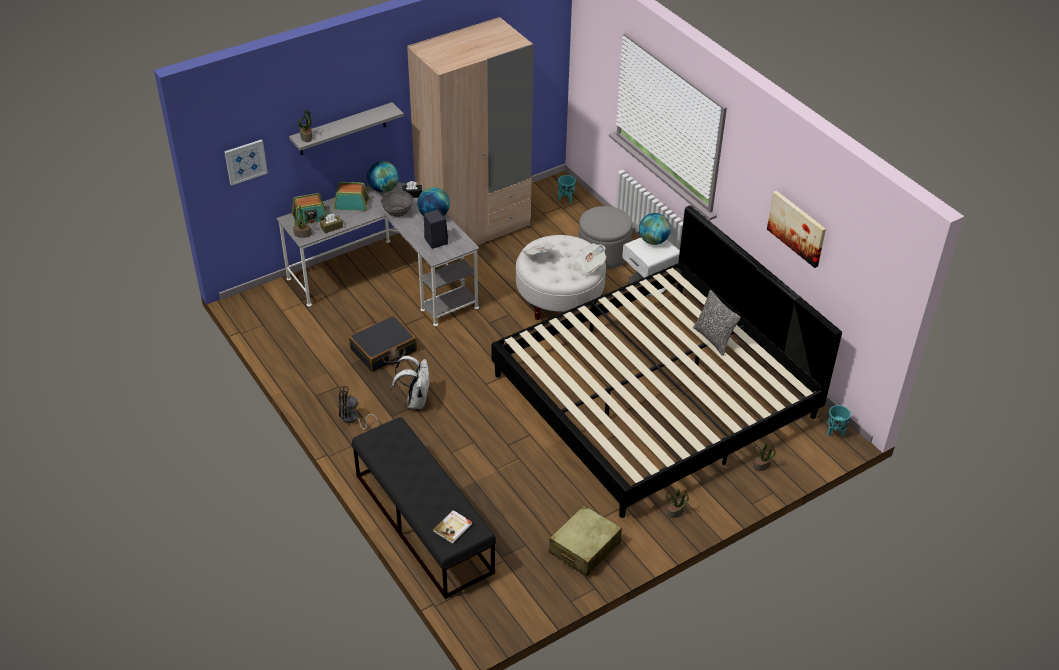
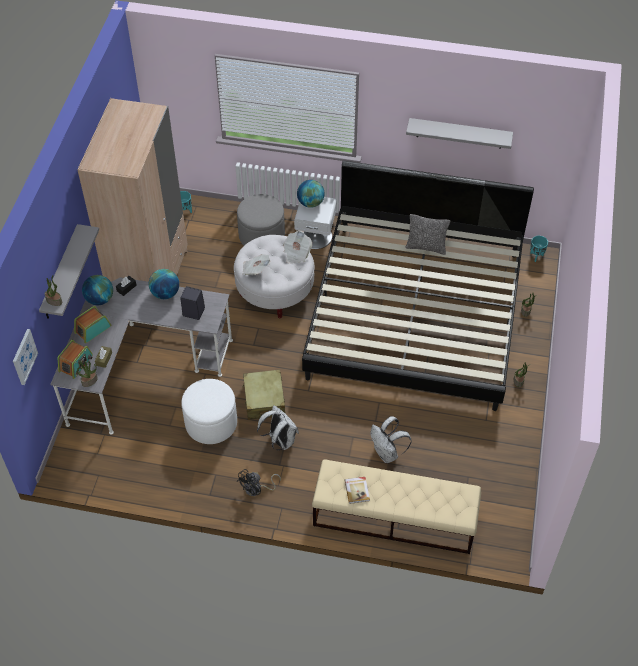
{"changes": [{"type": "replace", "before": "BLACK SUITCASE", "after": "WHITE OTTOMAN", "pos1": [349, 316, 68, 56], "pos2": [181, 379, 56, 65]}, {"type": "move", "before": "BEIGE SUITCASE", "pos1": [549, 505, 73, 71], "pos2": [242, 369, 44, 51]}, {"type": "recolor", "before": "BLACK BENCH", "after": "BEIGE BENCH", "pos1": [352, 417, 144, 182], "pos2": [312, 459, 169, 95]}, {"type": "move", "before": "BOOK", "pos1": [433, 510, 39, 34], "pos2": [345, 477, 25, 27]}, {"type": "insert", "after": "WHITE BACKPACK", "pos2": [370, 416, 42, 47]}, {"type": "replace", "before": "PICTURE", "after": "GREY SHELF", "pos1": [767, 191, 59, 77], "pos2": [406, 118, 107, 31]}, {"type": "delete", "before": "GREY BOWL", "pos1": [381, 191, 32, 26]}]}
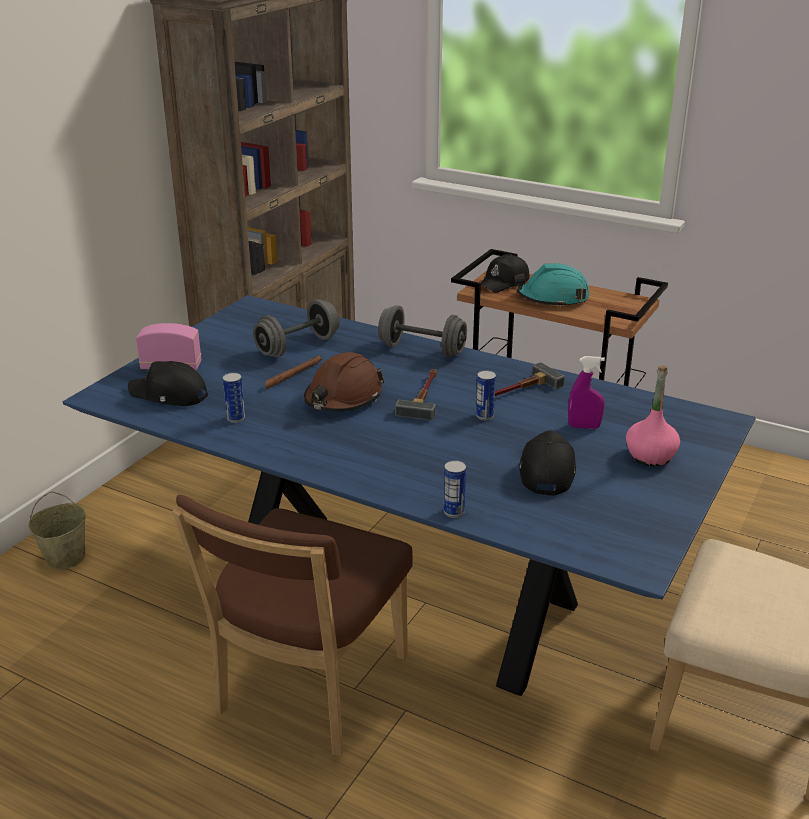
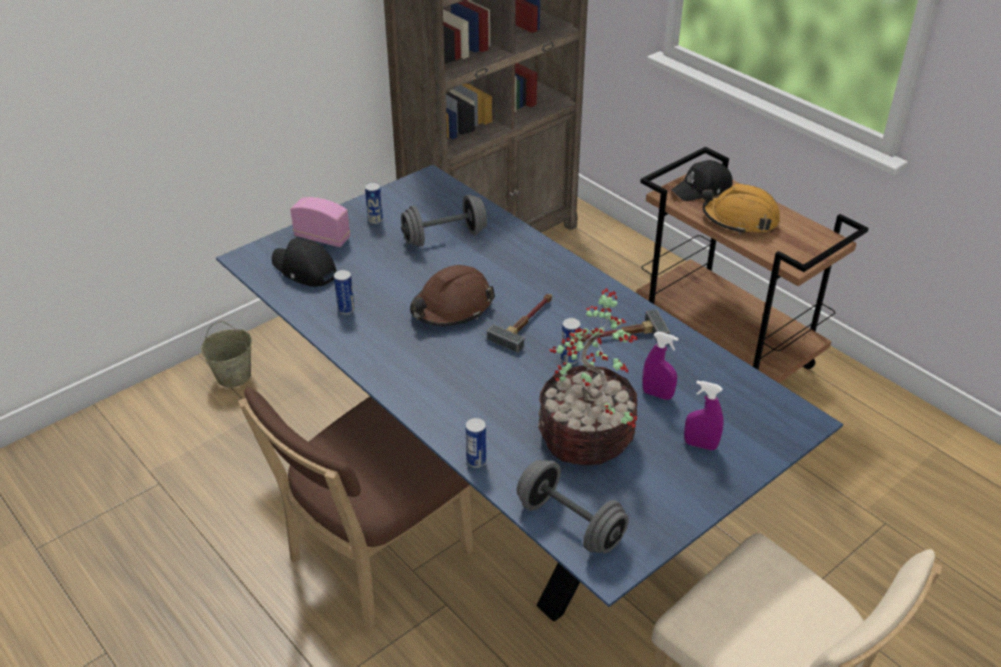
{"changes": [{"type": "insert", "after": "CAN", "pos2": [365, 182, 18, 42]}, {"type": "move", "before": "GREY DUMBBELL", "pos1": [378, 305, 89, 52], "pos2": [517, 460, 112, 94]}, {"type": "replace", "before": "BLACK CAP", "after": "POTTED PLANT", "pos1": [519, 430, 57, 66], "pos2": [538, 288, 100, 177]}, {"type": "replace", "before": "PINK BOTTLE", "after": "PURPLE SPRAY BOTTLE", "pos1": [626, 366, 54, 100], "pos2": [684, 380, 40, 70]}, {"type": "recolor", "before": "TURQUOISE HARD HAT", "after": "ORANGE HARD HAT", "pos1": [515, 263, 74, 45], "pos2": [702, 183, 78, 51]}, {"type": "delete", "before": "BROWN FLASHLIGHT", "pos1": [265, 355, 57, 35]}]}
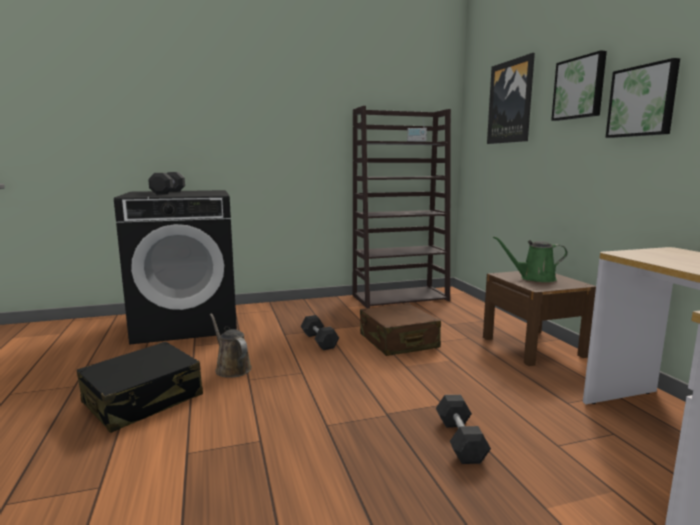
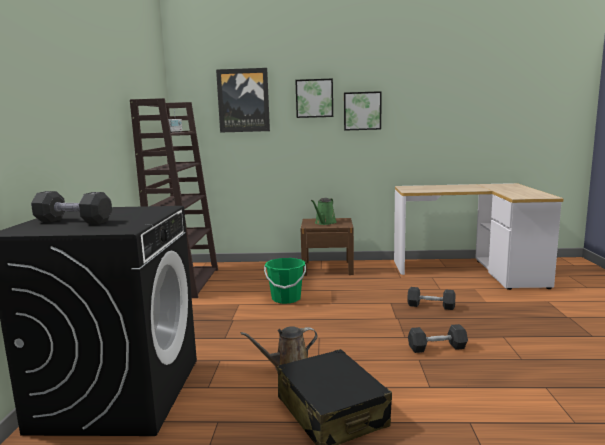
{"changes": [{"type": "replace", "before": "BROWN SUITCASE", "after": "GREEN BUCKET", "pos1": [360, 303, 81, 53], "pos2": [264, 258, 42, 46]}, {"type": "move", "before": "GREY DUMBBELL", "pos1": [301, 315, 38, 35], "pos2": [408, 324, 60, 29]}]}
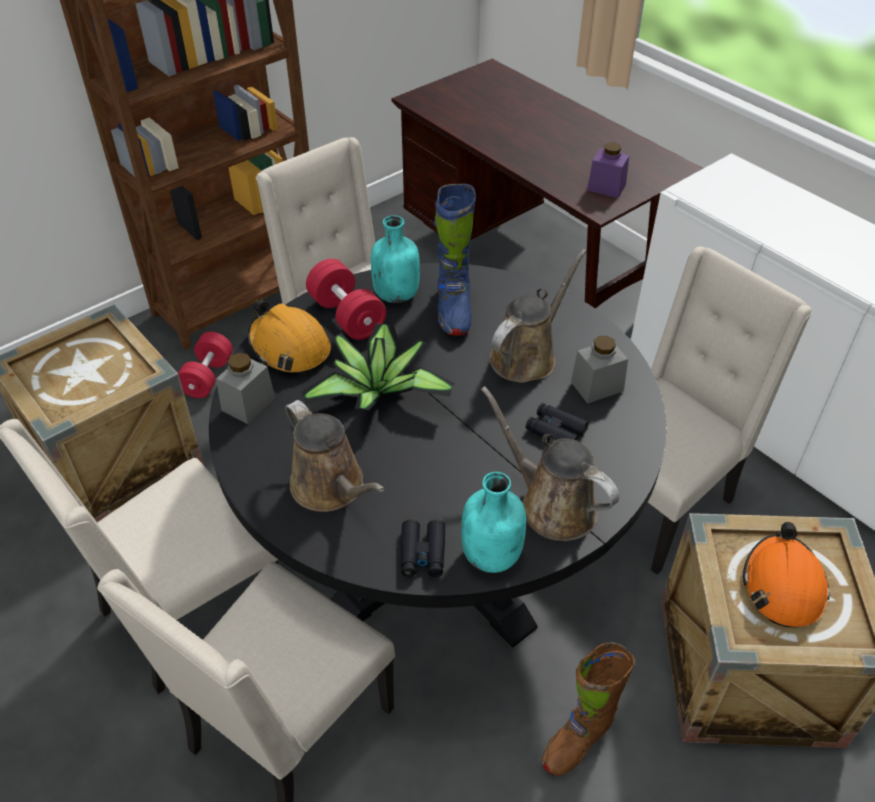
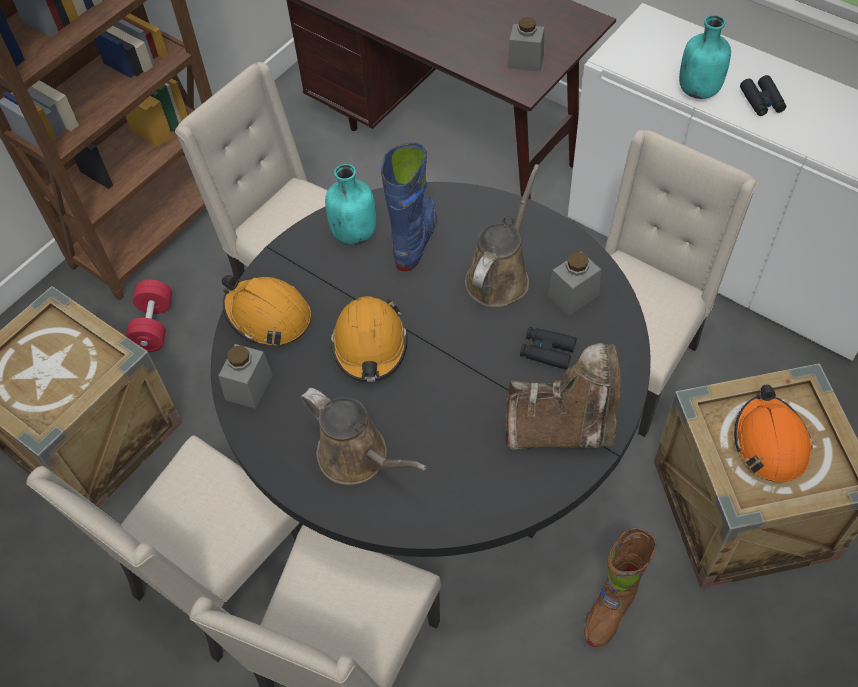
{"changes": [{"type": "replace", "before": "POTTED PLANT", "after": "ORANGE HARD HAT", "pos1": [301, 323, 154, 88], "pos2": [330, 296, 78, 86]}, {"type": "rotate", "before": "BLUE BOOT", "pos1": [434, 184, 42, 152], "pos2": [381, 142, 56, 129], "turn": -150}, {"type": "replace", "before": "BROWN WATERING CAN", "after": "BROWN BOOT", "pos1": [481, 386, 138, 155], "pos2": [506, 343, 114, 107]}, {"type": "recolor", "before": "PURPLE JAR", "after": "GREY JAR", "pos1": [587, 142, 42, 56], "pos2": [507, 17, 37, 55]}, {"type": "move", "before": "TURQUOISE BOTTLE", "pos1": [461, 472, 65, 101], "pos2": [679, 15, 52, 84]}, {"type": "move", "before": "BLACK BINOCULARS", "pos1": [401, 520, 44, 57], "pos2": [740, 75, 46, 41]}, {"type": "delete", "before": "RED DUMBBELL", "pos1": [306, 259, 80, 81]}]}
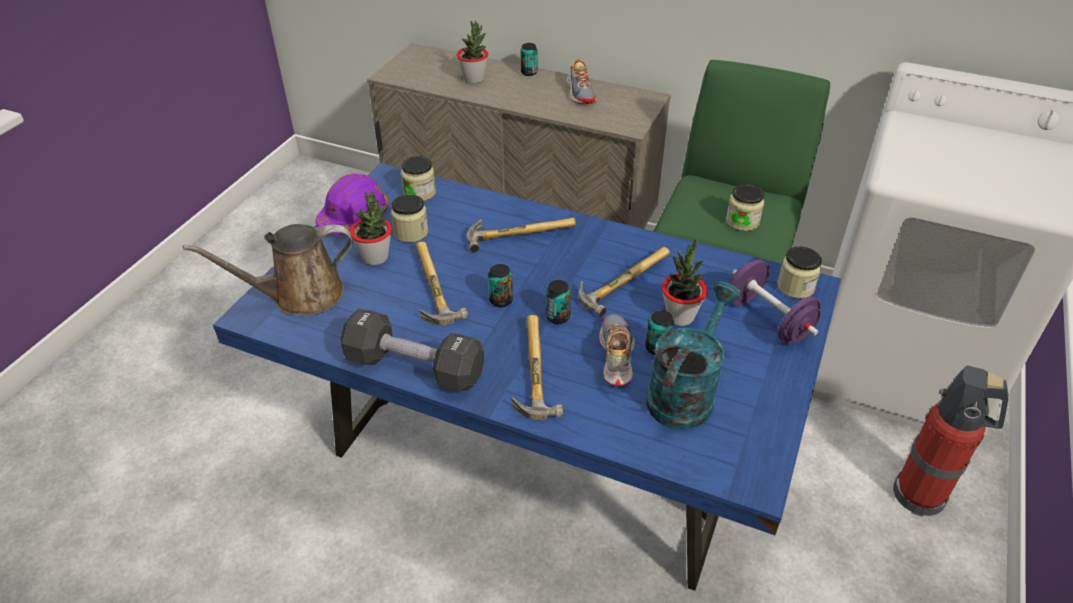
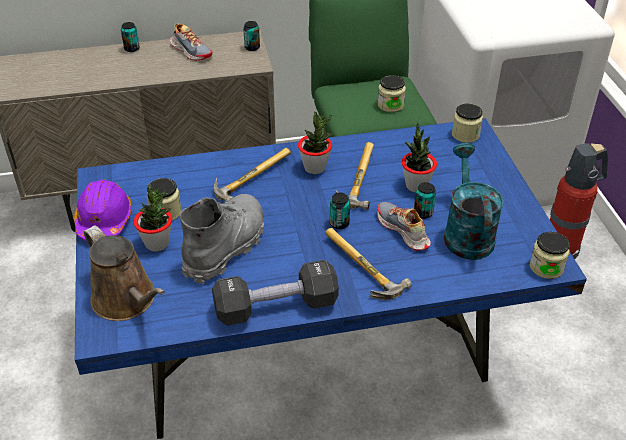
{"changes": [{"type": "rotate", "before": "BROWN WATERING CAN", "pos1": [183, 224, 170, 91], "pos2": [84, 225, 81, 96], "turn": -75}, {"type": "replace", "before": "HAMMER", "after": "GREY BOOT", "pos1": [416, 241, 52, 84], "pos2": [180, 194, 84, 90]}, {"type": "move", "before": "CAN", "pos1": [488, 264, 25, 43], "pos2": [243, 21, 17, 30]}, {"type": "move", "before": "POTTED PLANT", "pos1": [457, 21, 31, 62], "pos2": [298, 111, 35, 63]}, {"type": "move", "before": "JAR", "pos1": [401, 156, 35, 45], "pos2": [530, 232, 40, 47]}, {"type": "delete", "before": "PURPLE DUMBBELL", "pos1": [730, 259, 91, 85]}]}
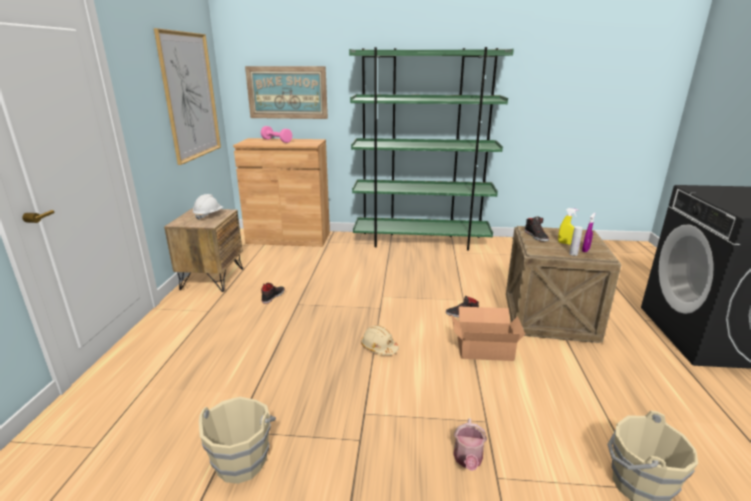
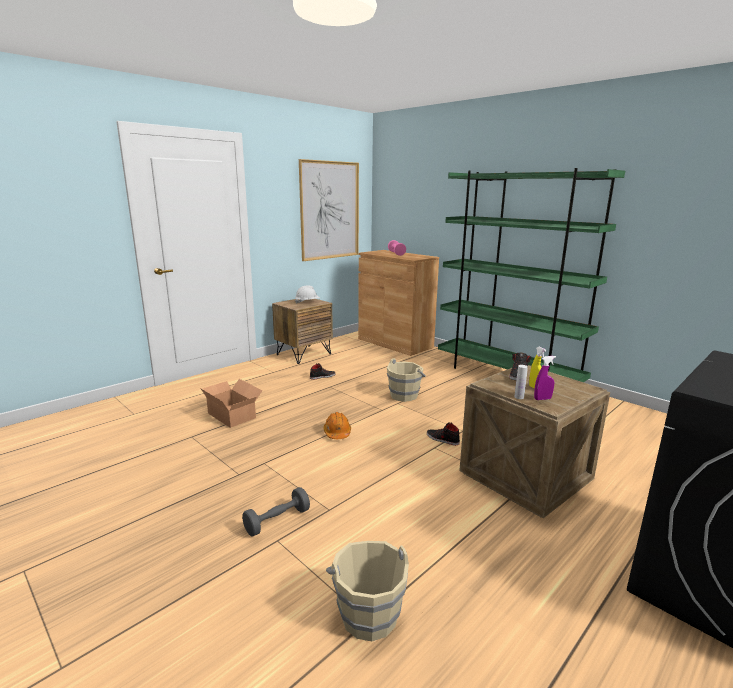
{"changes": [{"type": "move", "before": "CARDBOARD BOX", "pos1": [451, 307, 74, 54], "pos2": [200, 379, 63, 49]}, {"type": "replace", "before": "WATERING CAN", "after": "GREY DUMBBELL", "pos1": [453, 419, 34, 52], "pos2": [242, 487, 68, 49]}, {"type": "recolor", "before": "BEIGE HARD HAT", "after": "ORANGE HARD HAT", "pos1": [361, 325, 38, 30], "pos2": [324, 412, 27, 27]}, {"type": "move", "before": "BEIGE BUCKET", "pos1": [199, 397, 77, 87], "pos2": [387, 358, 39, 44]}, {"type": "delete", "before": "PICTURE", "pos1": [245, 66, 83, 53]}]}
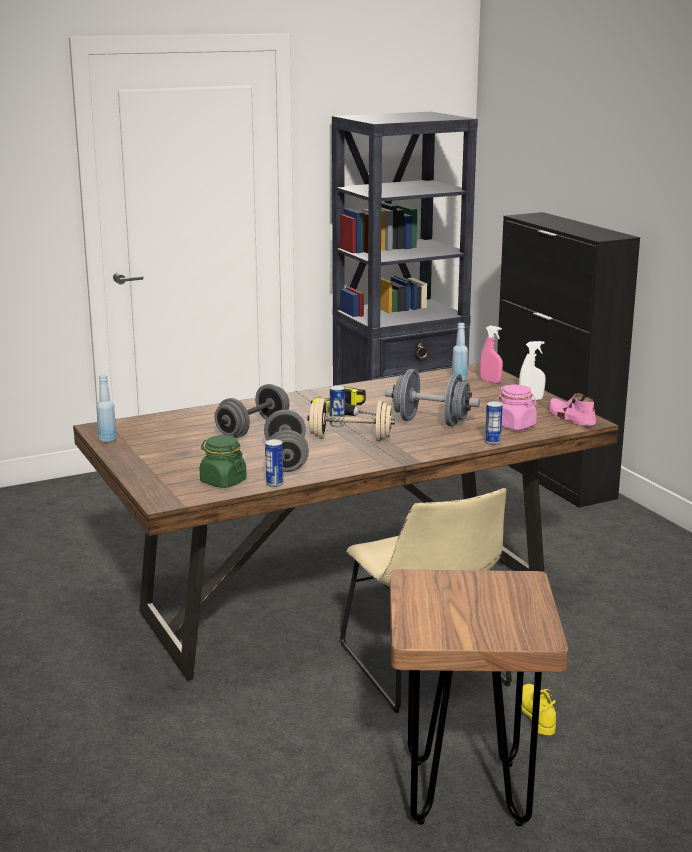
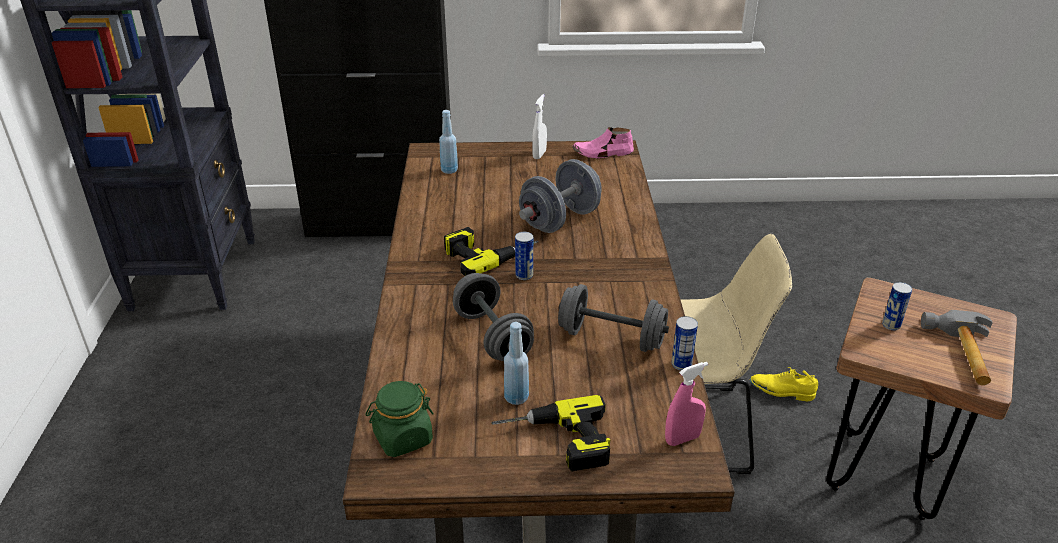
{"changes": [{"type": "move", "before": "GREEN JAR", "pos1": [200, 435, 47, 53], "pos2": [365, 381, 68, 76]}, {"type": "insert", "after": "POWER DRILL", "pos2": [491, 395, 119, 77]}, {"type": "move", "before": "BLUE BOTTLE", "pos1": [96, 375, 21, 67], "pos2": [504, 322, 25, 83]}, {"type": "move", "before": "PINK SPRAY BOTTLE", "pos1": [480, 325, 23, 58], "pos2": [665, 362, 43, 84]}, {"type": "move", "before": "CAN", "pos1": [485, 401, 18, 44], "pos2": [882, 282, 30, 48]}, {"type": "insert", "after": "HAMMER", "pos2": [921, 310, 72, 75]}, {"type": "delete", "before": "BEIGE DUMBBELL", "pos1": [307, 398, 88, 44]}, {"type": "delete", "before": "PINK JAR", "pos1": [499, 385, 38, 45]}]}
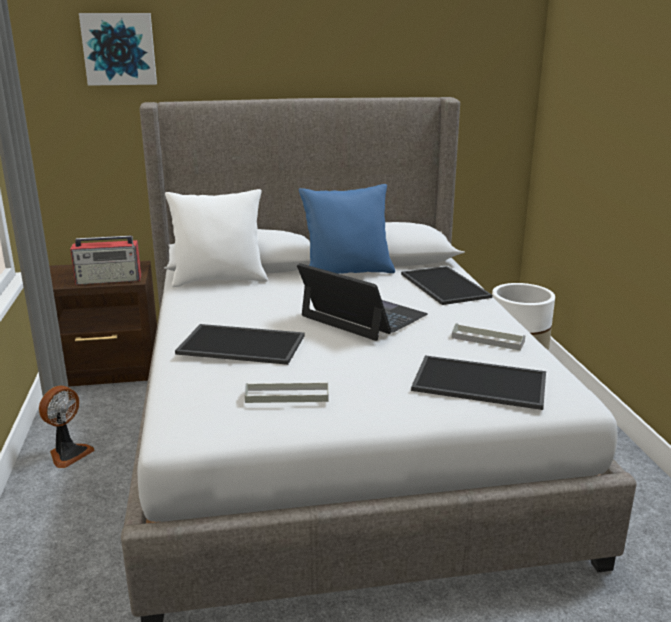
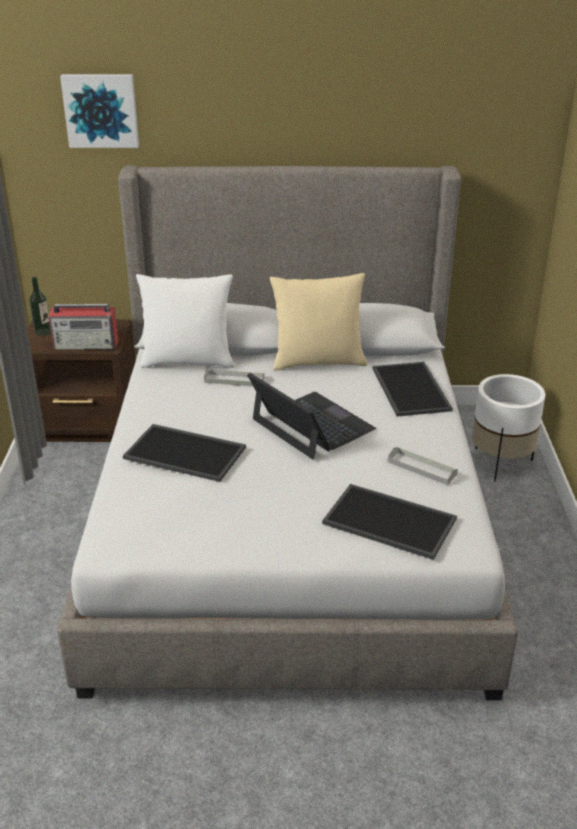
{"changes": [{"type": "insert", "after": "BOTTLE", "pos2": [29, 277, 22, 59]}, {"type": "move", "before": "GREY TRAY", "pos1": [245, 382, 83, 21], "pos2": [204, 369, 61, 17]}, {"type": "recolor", "before": "BLUE PILLOW", "after": "BEIGE PILLOW", "pos1": [299, 184, 96, 90], "pos2": [270, 273, 97, 98]}, {"type": "delete", "before": "FAN", "pos1": [39, 386, 56, 82]}]}
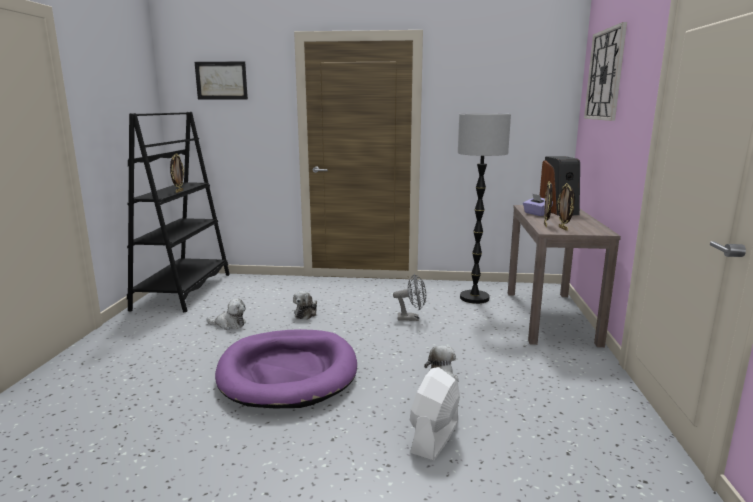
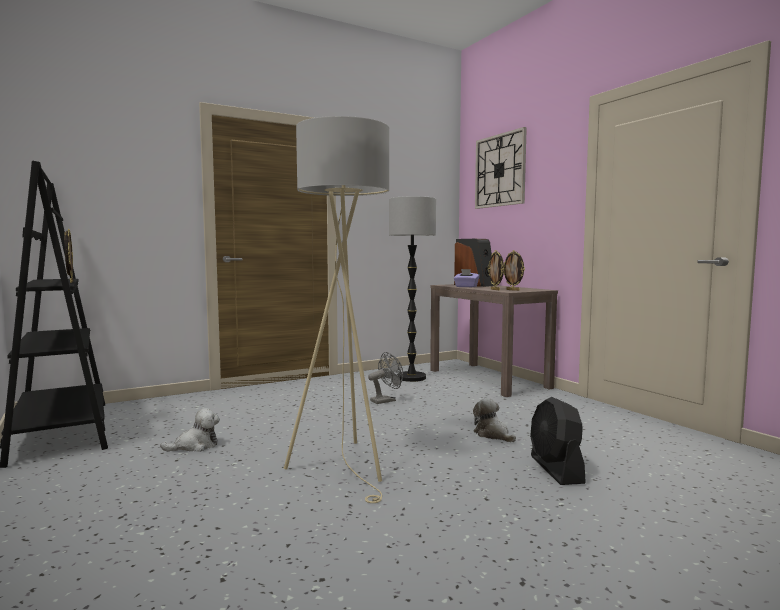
{"changes": [{"type": "replace", "before": "PURPLE DOG BED", "after": "BEIGE FLOOR LAMP", "pos1": [215, 329, 142, 79], "pos2": [284, 116, 105, 387]}, {"type": "recolor", "before": "WHITE FAN", "after": "BLACK FAN", "pos1": [410, 367, 50, 94], "pos2": [530, 397, 56, 88]}, {"type": "delete", "before": "PICTURE", "pos1": [195, 61, 53, 38]}, {"type": "delete", "before": "PLUSH TOY", "pos1": [293, 291, 24, 29]}]}
